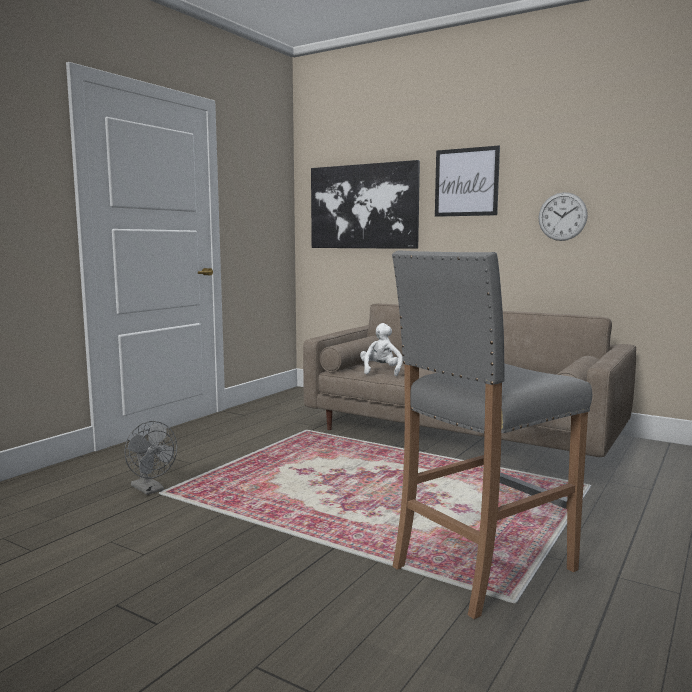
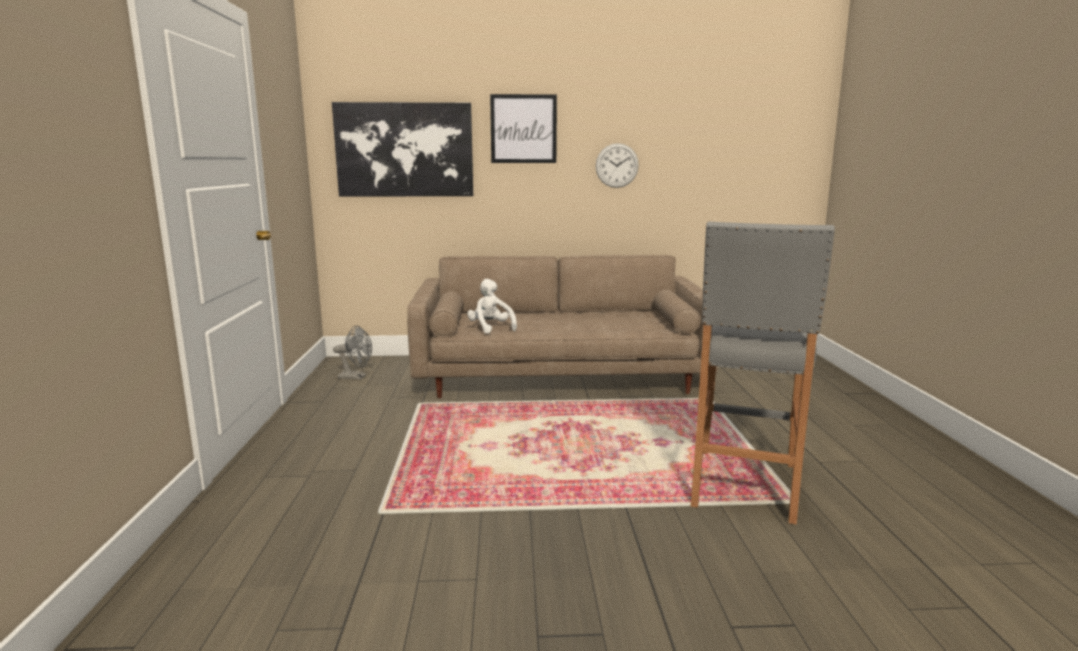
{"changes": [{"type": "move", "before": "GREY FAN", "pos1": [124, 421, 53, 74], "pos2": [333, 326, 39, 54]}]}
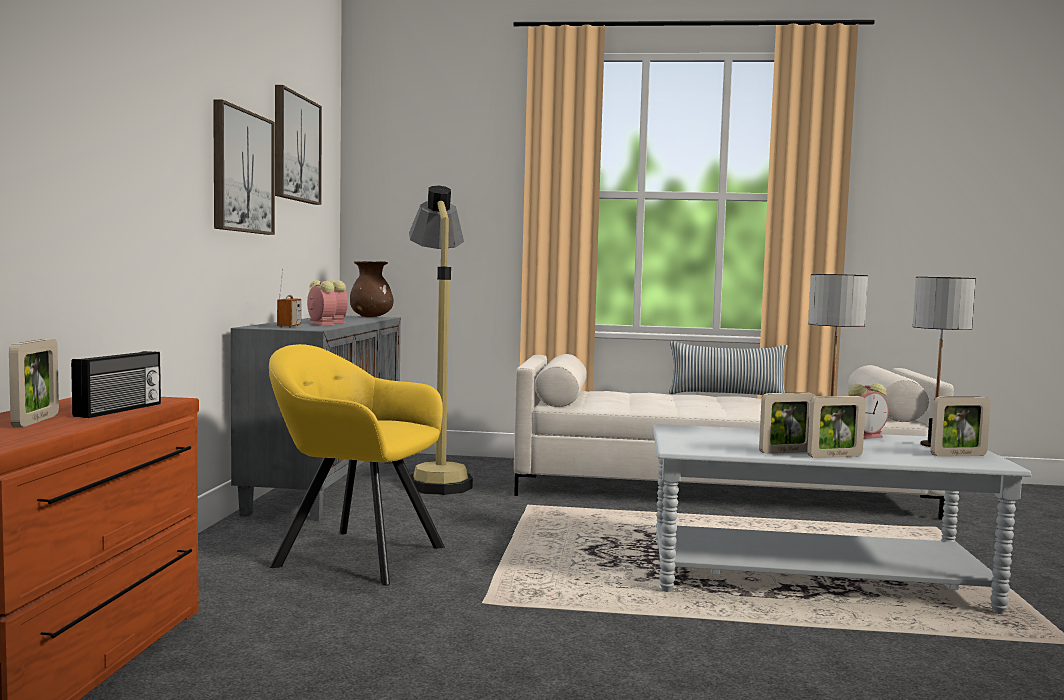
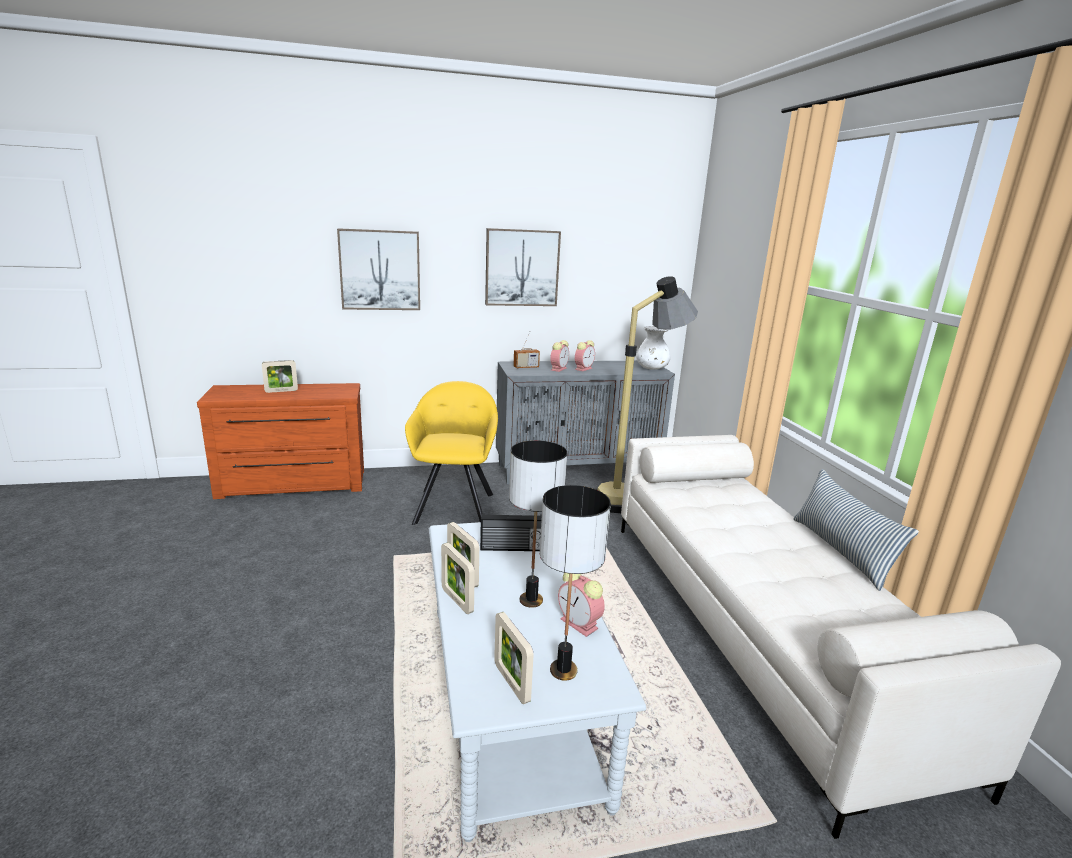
{"changes": [{"type": "move", "before": "PICTURE", "pos1": [275, 85, 47, 120], "pos2": [337, 228, 83, 82]}, {"type": "move", "before": "RADIO", "pos1": [71, 351, 90, 67], "pos2": [480, 513, 62, 38]}, {"type": "recolor", "before": "BROWN VASE", "after": "WHITE VASE", "pos1": [350, 261, 44, 56], "pos2": [636, 326, 34, 44]}]}
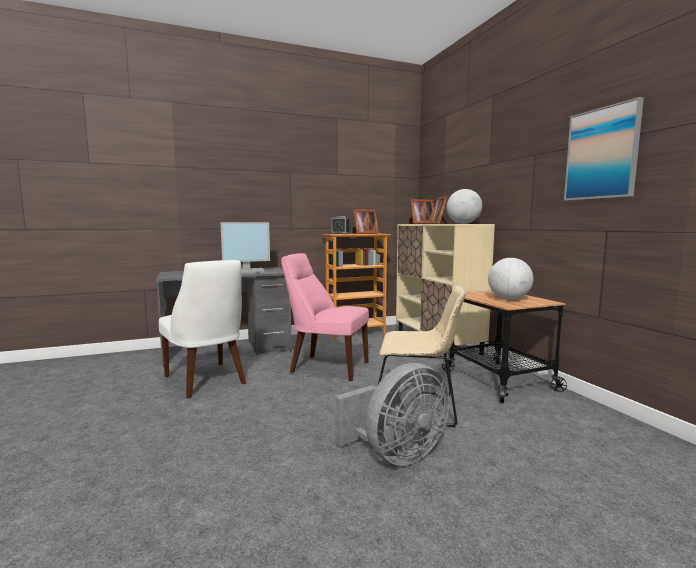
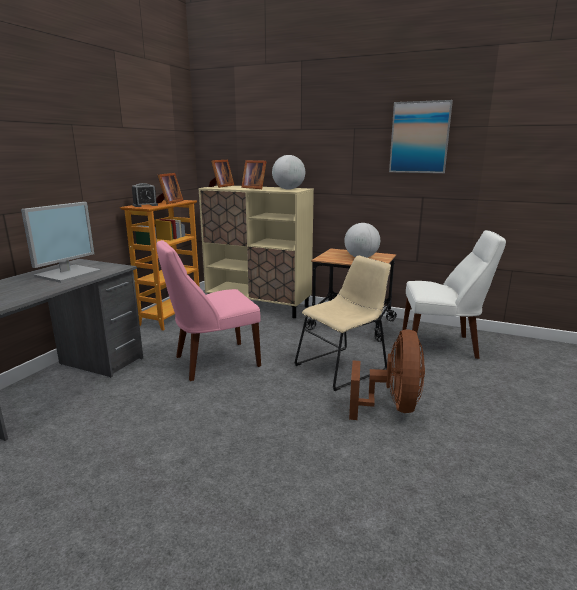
{"changes": [{"type": "recolor", "before": "GREY FAN", "after": "BROWN FAN", "pos1": [335, 363, 114, 103], "pos2": [349, 329, 76, 91]}, {"type": "move", "before": "WHITE CHAIR", "pos1": [159, 260, 87, 138], "pos2": [402, 230, 104, 129]}]}
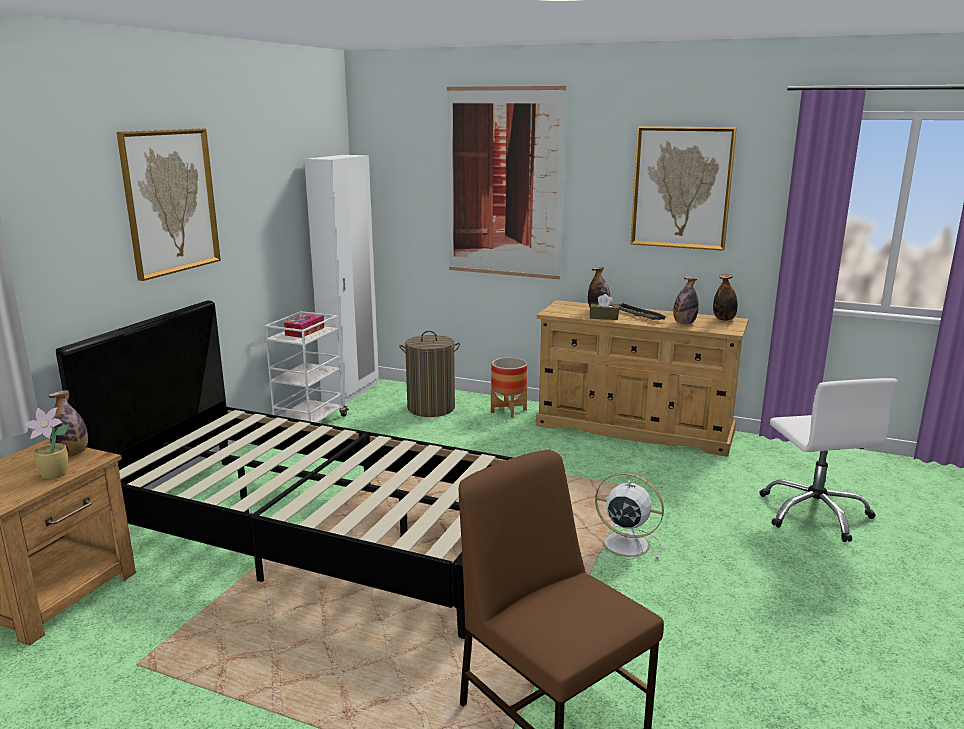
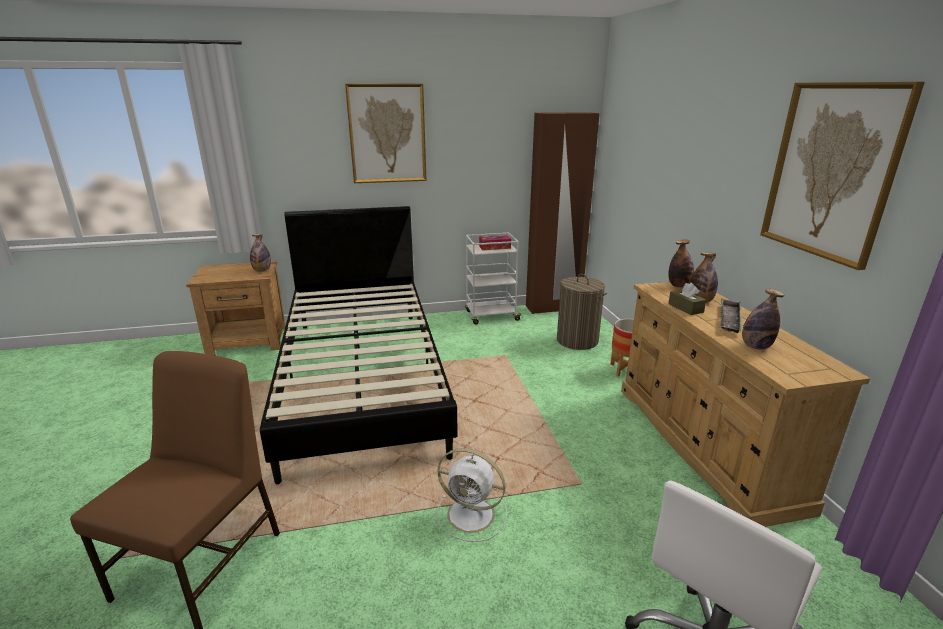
{"changes": [{"type": "rotate", "before": "WHITE FAN", "pos1": [595, 473, 69, 88], "pos2": [437, 448, 70, 94], "turn": 120}, {"type": "recolor", "before": "WHITE WARDROBE", "after": "BROWN WARDROBE", "pos1": [304, 155, 75, 250], "pos2": [526, 112, 73, 202]}, {"type": "move", "before": "BOTTLE", "pos1": [713, 274, 25, 47], "pos2": [668, 240, 26, 47]}, {"type": "delete", "before": "POTTED PLANT", "pos1": [25, 408, 44, 71]}, {"type": "delete", "before": "PICTURE", "pos1": [447, 86, 119, 193]}]}
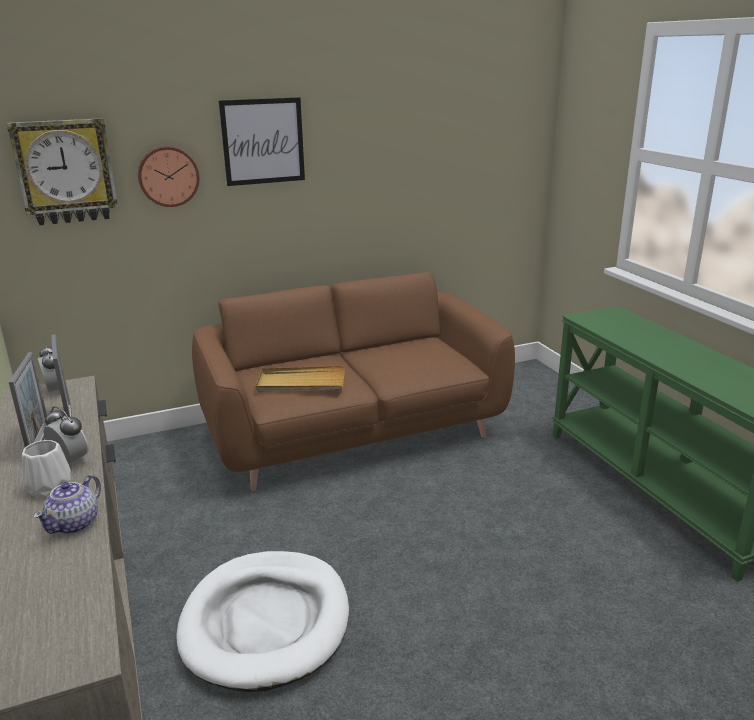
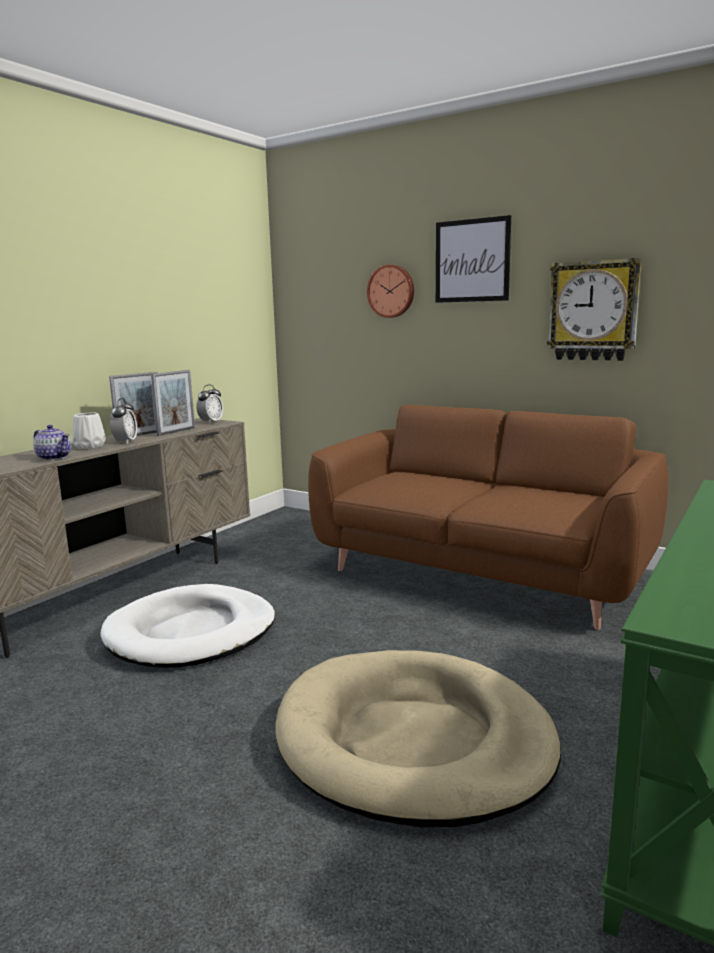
{"changes": [{"type": "rotate", "before": "TEAPOT", "pos1": [33, 475, 68, 59], "pos2": [33, 425, 38, 35], "turn": -135}, {"type": "insert", "after": "BEIGE DOG BED", "pos2": [275, 650, 286, 177]}, {"type": "move", "before": "WALL CLOCK", "pos1": [7, 118, 111, 107], "pos2": [547, 258, 95, 103]}, {"type": "delete", "before": "BEIGE TRAY", "pos1": [255, 365, 90, 27]}]}
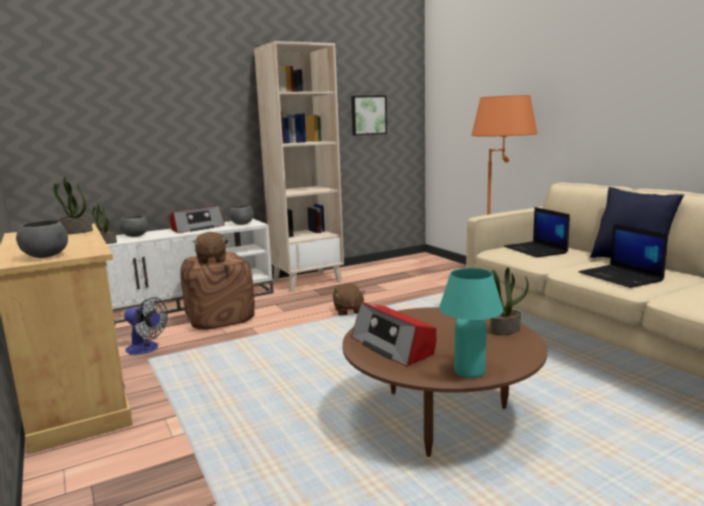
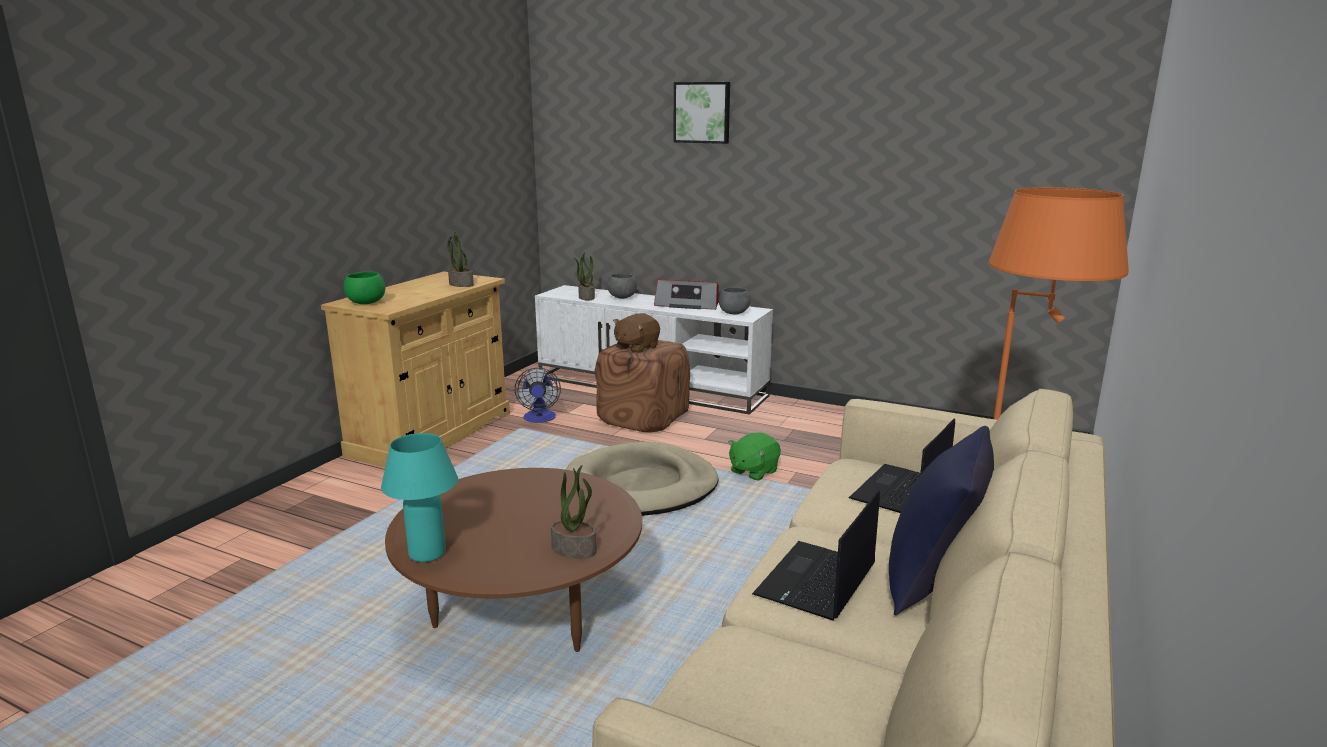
{"changes": [{"type": "recolor", "before": "GREY BOWL", "after": "GREEN BOWL", "pos1": [16, 220, 52, 38], "pos2": [344, 271, 41, 33]}, {"type": "insert", "after": "BEIGE DOG BED", "pos2": [566, 442, 153, 74]}, {"type": "move", "before": "PICTURE", "pos1": [351, 95, 36, 41], "pos2": [674, 82, 56, 62]}, {"type": "recolor", "before": "BROWN PLUSH TOY", "after": "GREEN PLUSH TOY", "pos1": [333, 283, 32, 33], "pos2": [728, 432, 53, 49]}, {"type": "delete", "before": "BEIGE BOOKCASE", "pos1": [254, 41, 90, 251]}, {"type": "delete", "before": "RADIO", "pos1": [351, 302, 86, 65]}]}
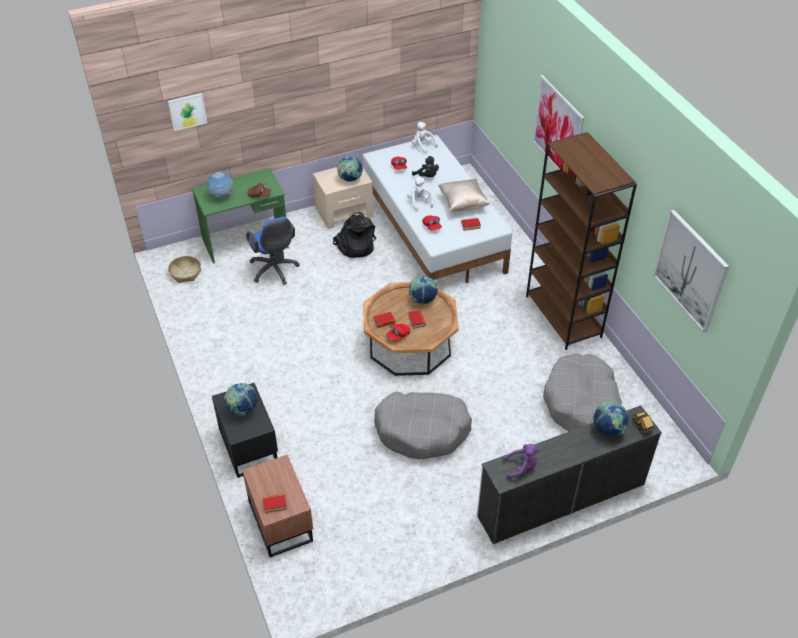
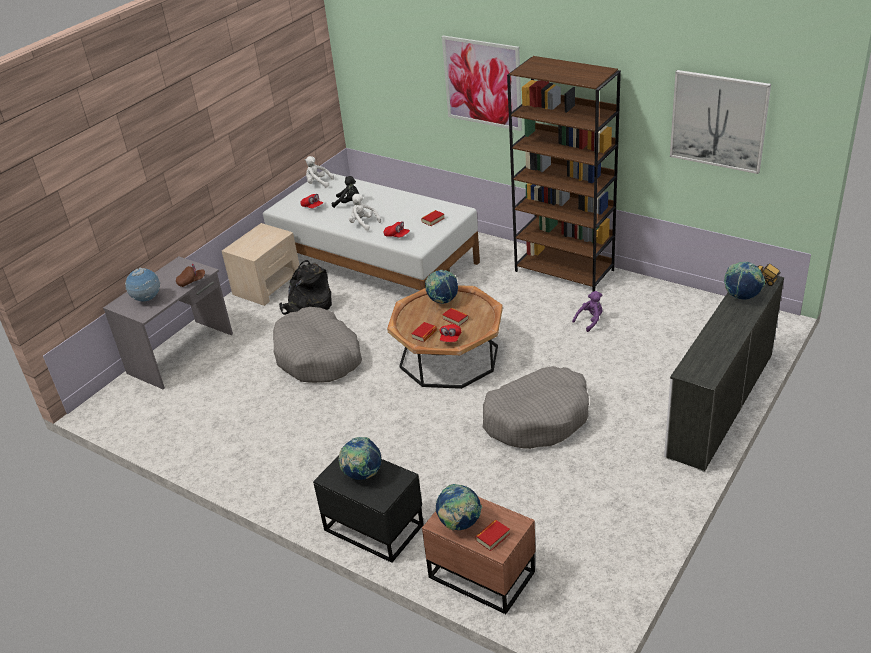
{"changes": [{"type": "recolor", "before": "GREEN DESK", "after": "GREY DESK", "pos1": [192, 168, 94, 96], "pos2": [103, 256, 130, 133]}, {"type": "move", "before": "GREY DOG BED", "pos1": [543, 353, 79, 79], "pos2": [273, 307, 89, 76]}, {"type": "move", "before": "GLOBE", "pos1": [337, 155, 26, 27], "pos2": [436, 484, 46, 47]}, {"type": "move", "before": "PURPLE PLUSH TOY", "pos1": [503, 444, 36, 35], "pos2": [572, 291, 31, 41]}, {"type": "delete", "before": "PICTURE", "pos1": [168, 93, 39, 38]}, {"type": "delete", "before": "BASKET", "pos1": [168, 256, 33, 27]}, {"type": "delete", "before": "BLUE OFFICE CHAIR", "pos1": [246, 217, 54, 68]}, {"type": "delete", "before": "BEIGE PILLOW", "pos1": [438, 179, 52, 33]}]}
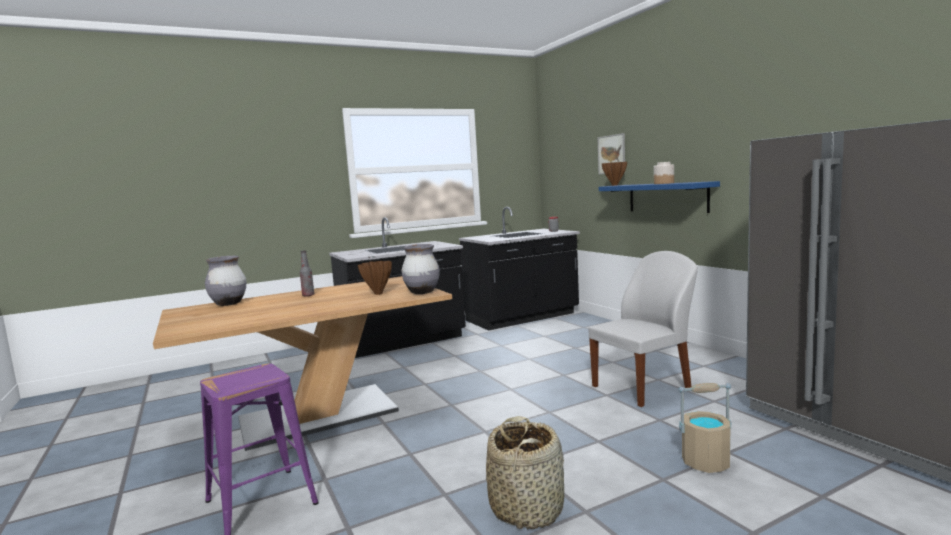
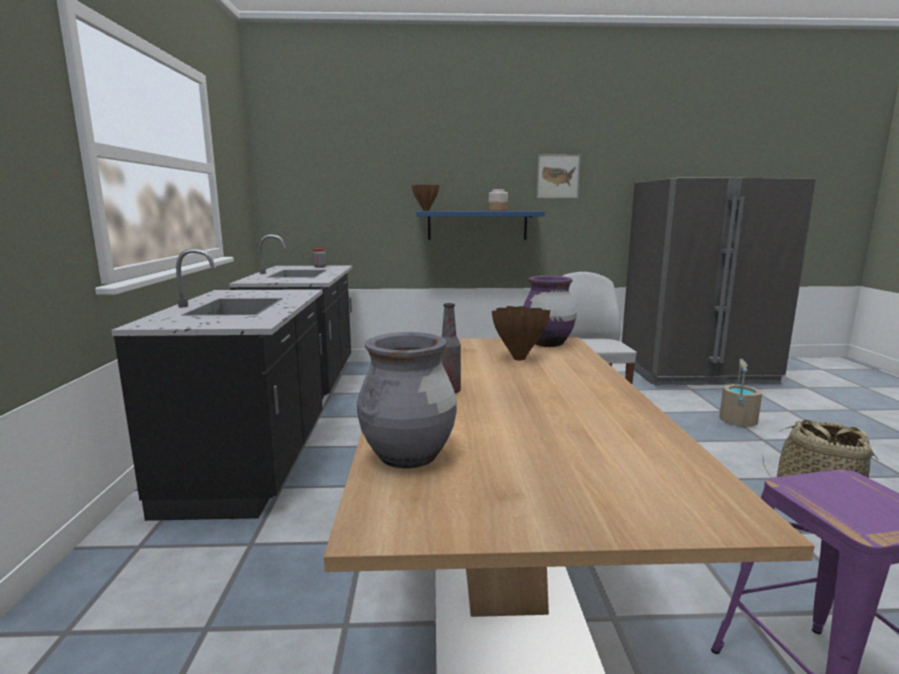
{"changes": [{"type": "recolor", "before": "GREY VASE", "after": "PURPLE VASE", "pos1": [401, 244, 39, 50], "pos2": [523, 275, 53, 72]}, {"type": "move", "before": "PICTURE", "pos1": [597, 133, 28, 41], "pos2": [536, 155, 44, 43]}]}
